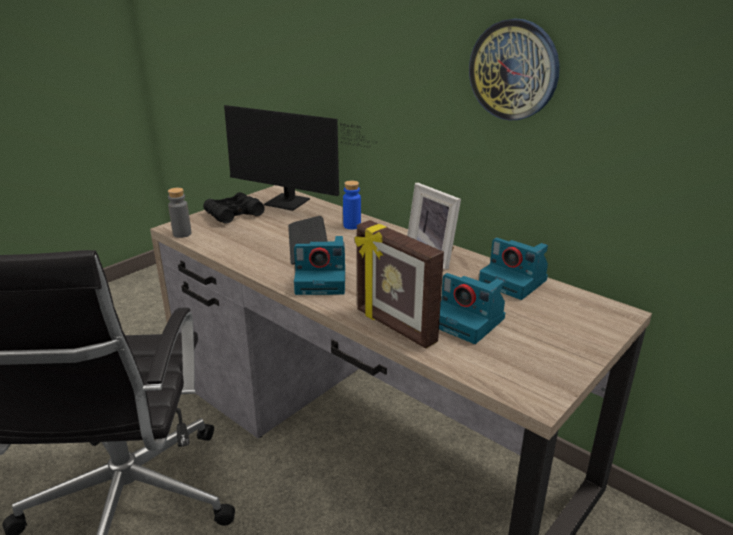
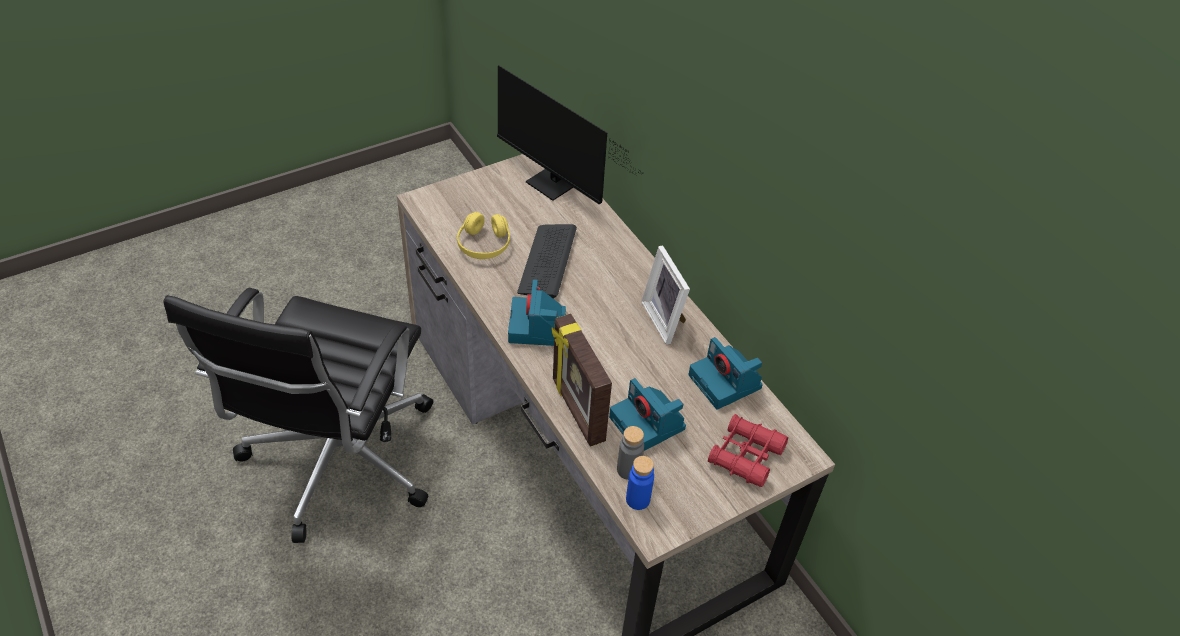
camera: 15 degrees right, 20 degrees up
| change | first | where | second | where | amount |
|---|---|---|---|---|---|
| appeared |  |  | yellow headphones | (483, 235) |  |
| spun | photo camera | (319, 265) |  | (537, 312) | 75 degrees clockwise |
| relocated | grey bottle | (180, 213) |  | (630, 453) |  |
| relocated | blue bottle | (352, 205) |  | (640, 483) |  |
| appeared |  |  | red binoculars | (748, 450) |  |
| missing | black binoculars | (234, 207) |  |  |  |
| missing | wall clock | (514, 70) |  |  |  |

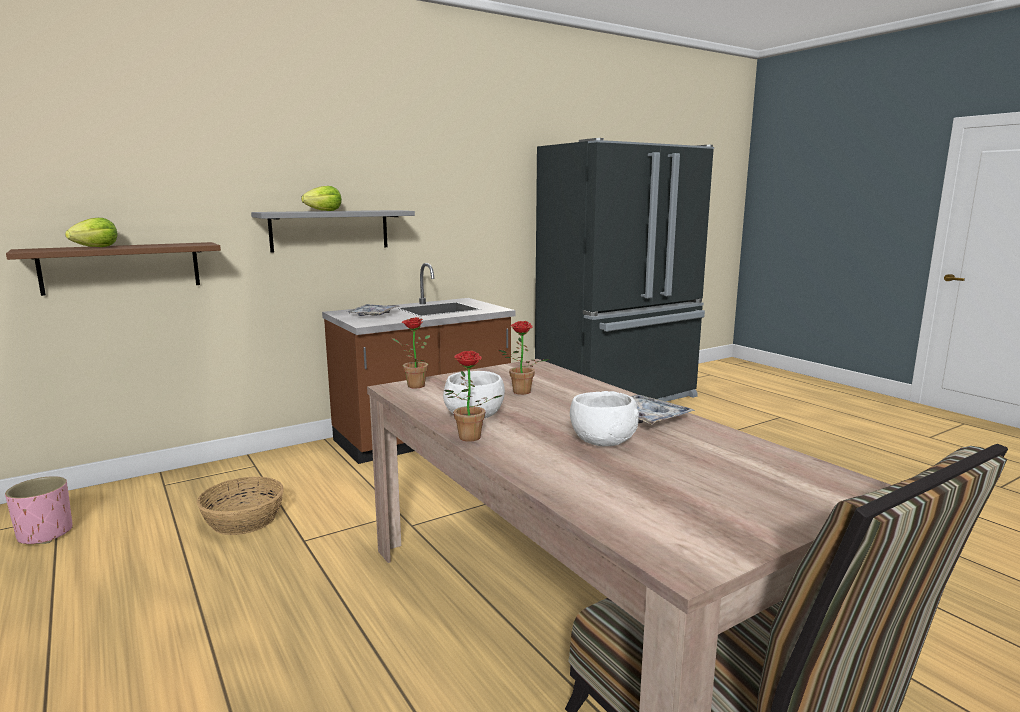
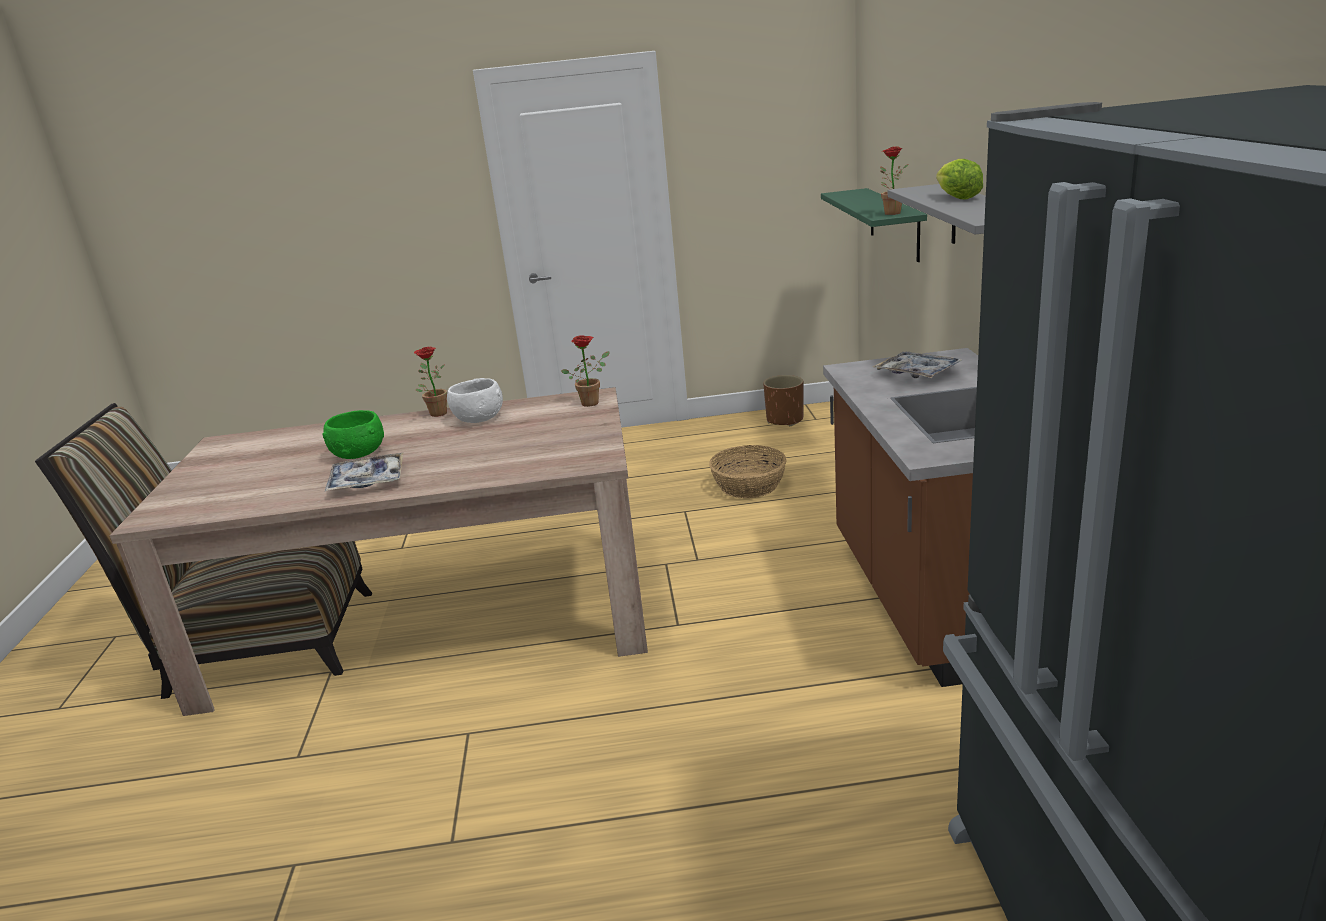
camera: 120 degrees right, 10 degrees up
| change | first | where | second | where | amount |
|---|---|---|---|---|---|
| colour | white bowl | (604, 418) | green bowl | (353, 434) |  |
| colour | pink planter | (38, 510) | brown planter | (783, 400) |  |
| colour | brown shelf | (113, 269) | green shelf | (874, 225) |  |
| relocated | potted plant | (524, 358) |  | (894, 181) |  |
| missing | lettuce | (91, 232) |  |  |  |

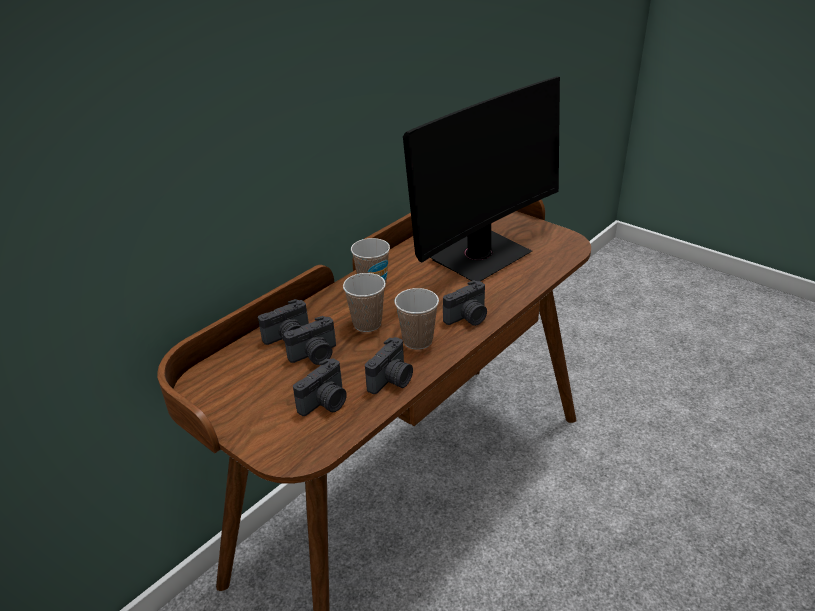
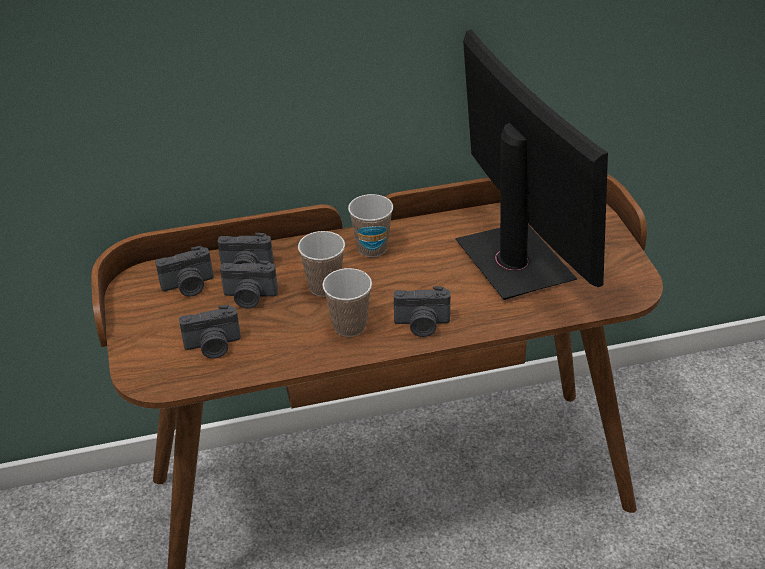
camera: 35 degrees right, 5 degrees up
| change | first | where | second | where | amount |
|---|---|---|---|---|---|
| relocated | photo camera | (389, 365) |  | (184, 271) |  |
| spun | monitor | (481, 178) |  | (531, 164) | 105 degrees counterclockwise |

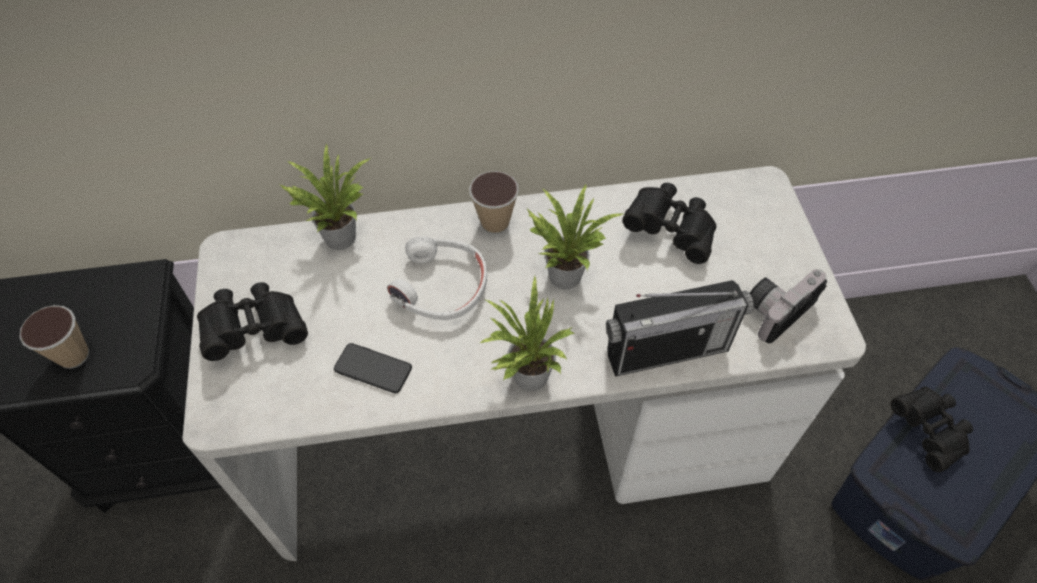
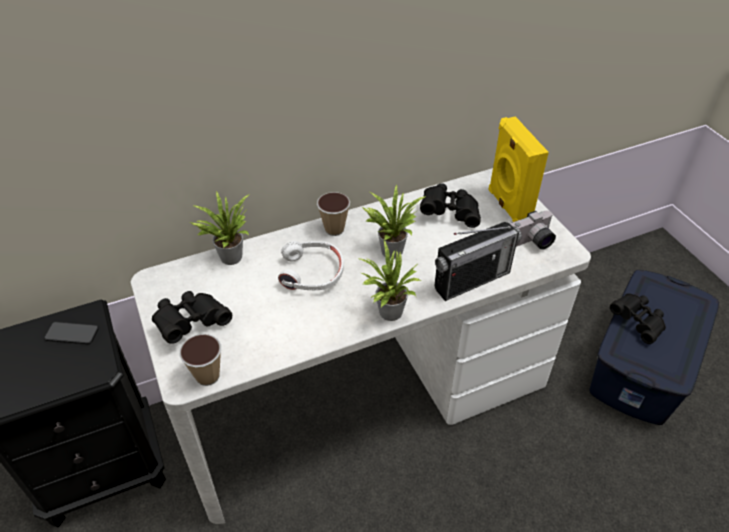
camera: 15 degrees left, 10 degrees down
| change | first | where | second | where | amount |
|---|---|---|---|---|---|
| relocated | phone | (373, 368) |  | (71, 333) |  |
| relocated | cup | (54, 337) |  | (200, 360) |  |
| appeared |  |  | yellow speaker | (518, 169) |  |
| spun | photo camera | (788, 306) |  | (533, 230) | 150 degrees counterclockwise |

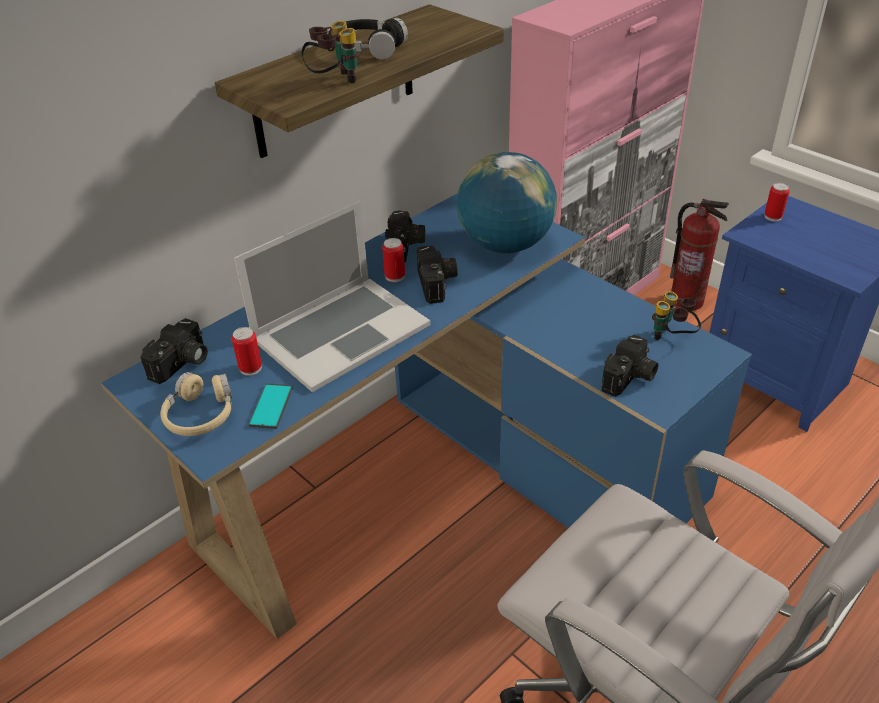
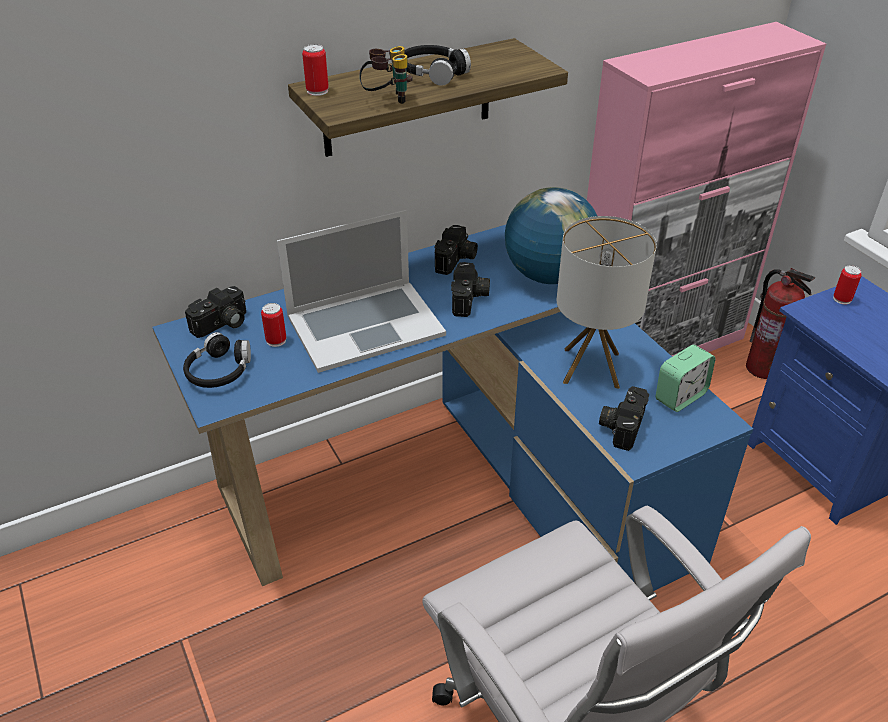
camera: 15 degrees right, 0 degrees up
| change | first | where | second | where | amount |
|---|---|---|---|---|---|
| colour | beige headphones | (196, 404) | black headphones | (217, 360) |  |
| relocated | can | (393, 260) |  | (315, 70) |  |
| appeared |  |  | table lamp | (606, 302) |  |
| spun | photo camera | (630, 366) |  | (624, 418) | 150 degrees clockwise |
| exchanged | binoculars | (676, 315) | alarm clock | (686, 378) |  |
| missing | phone | (270, 406) |  |  |  |

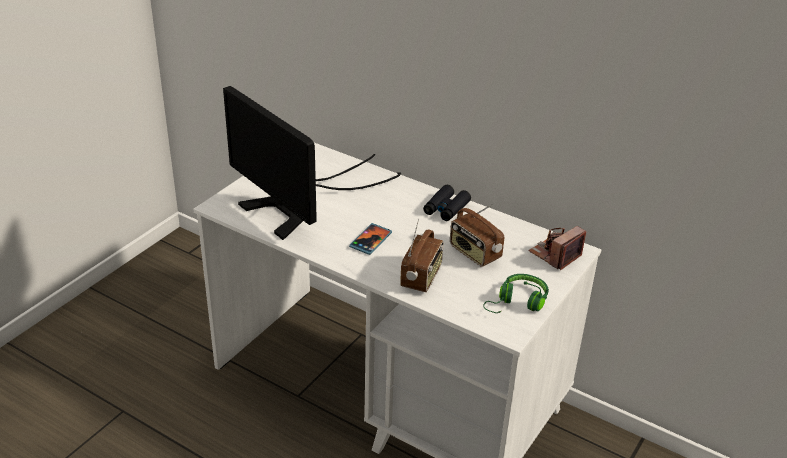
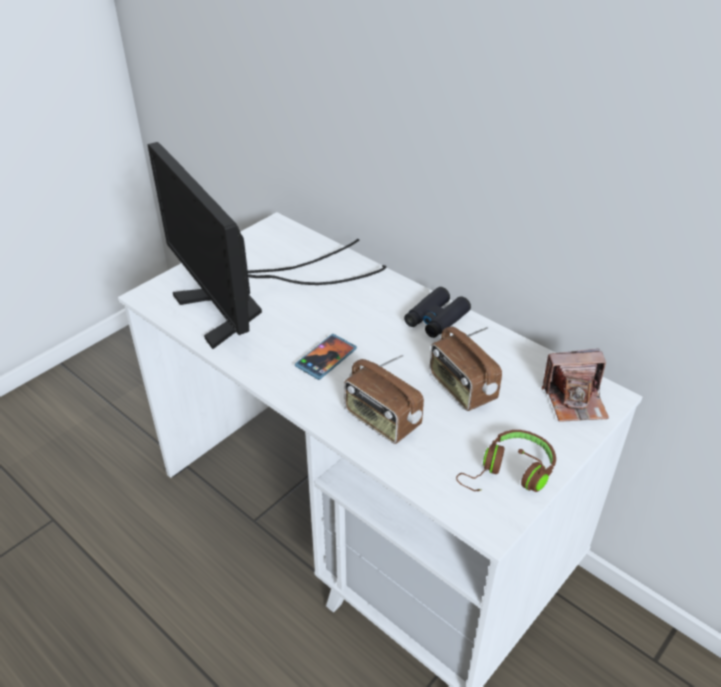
camera: 10 degrees right, 5 degrees up
| change | first | where | second | where | amount |
|---|---|---|---|---|---|
| spun | radio | (422, 255) |  | (384, 399) | 105 degrees clockwise |
| colour | green headphones | (516, 293) | brown headphones | (506, 461) |  |
| spun | photo camera | (557, 248) |  | (575, 385) | 150 degrees counterclockwise |

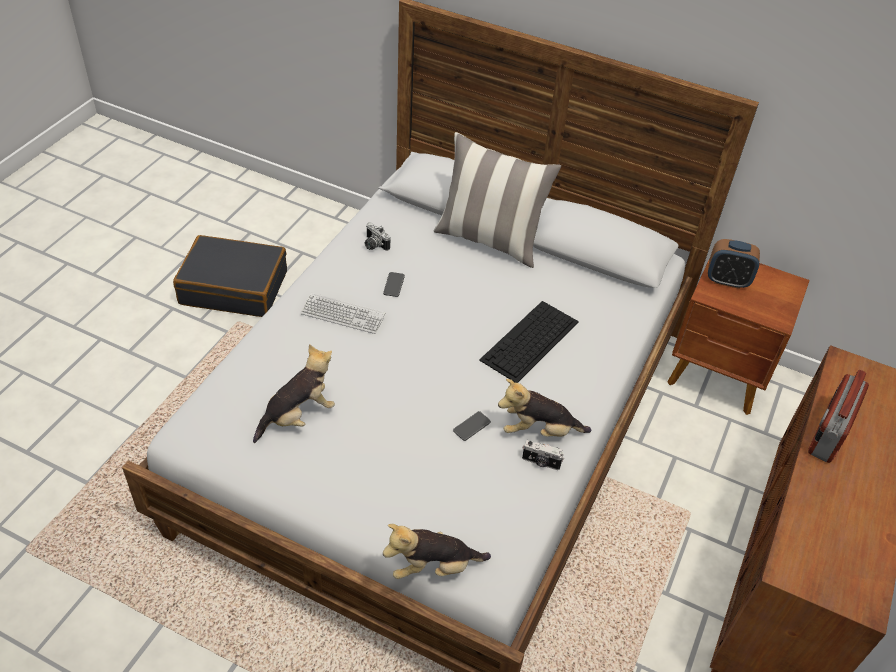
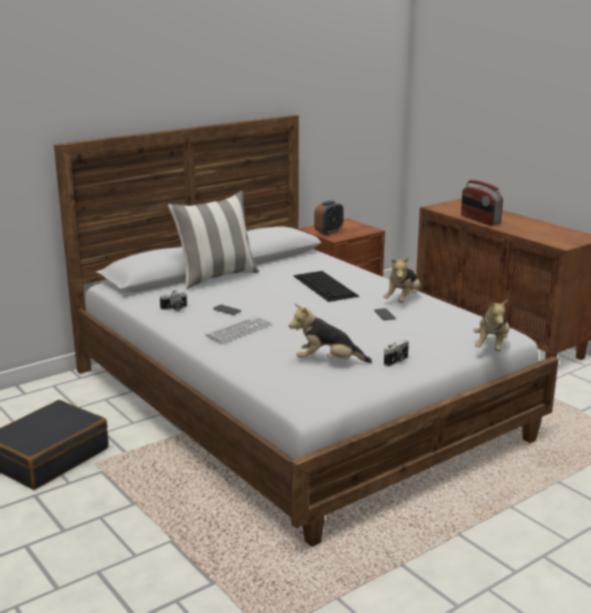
camera: 60 degrees left, 25 degrees down
| change | first | where | second | where | amount |
|---|---|---|---|---|---|
| spun | plush toy | (294, 393) |  | (330, 333) | 75 degrees counterclockwise |
| relocated | photo camera | (543, 455) |  | (396, 353) |  |

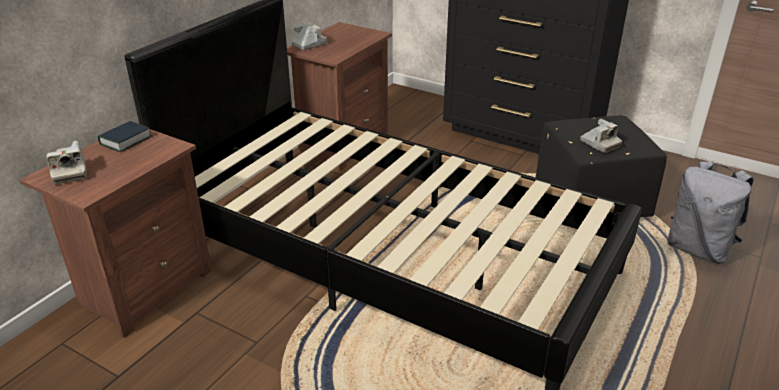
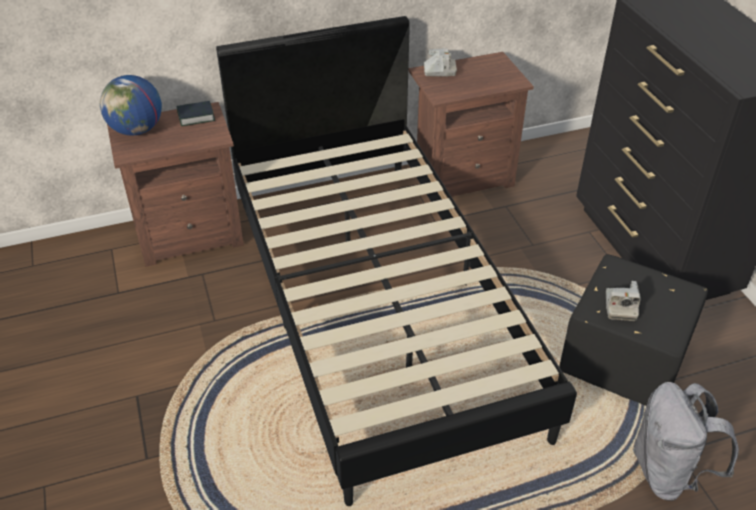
camera: 40 degrees right, 10 degrees up
| change | first | where | second | where | amount |
|---|---|---|---|---|---|
| exchanged | photo camera | (66, 163) | globe | (131, 105) |  |

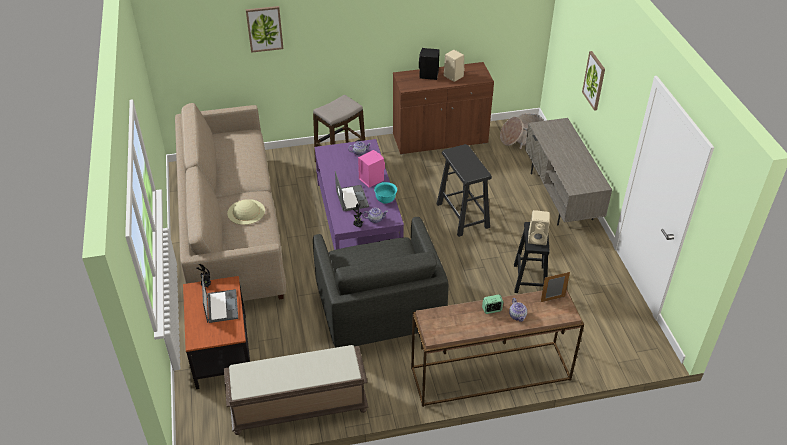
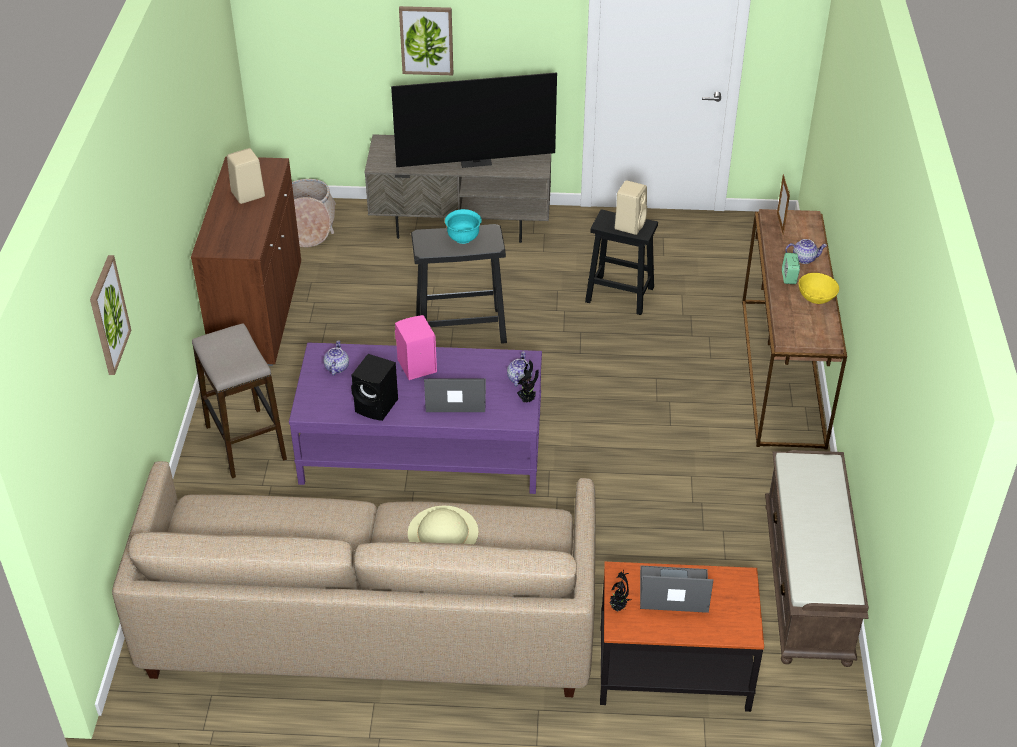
camera: 75 degrees left, 0 degrees up
| change | first | where | second | where | amount |
|---|---|---|---|---|---|
| relocated | black speaker | (429, 64) |  | (374, 387) |  |
| appeared |  |  | television | (474, 120) |  |
| relocated | turquoise bowl | (385, 193) |  | (463, 226) |  |
| appeared |  |  | yellow bowl | (819, 288) |  |
| missing | grey armchair | (380, 282) |  |  |  |

